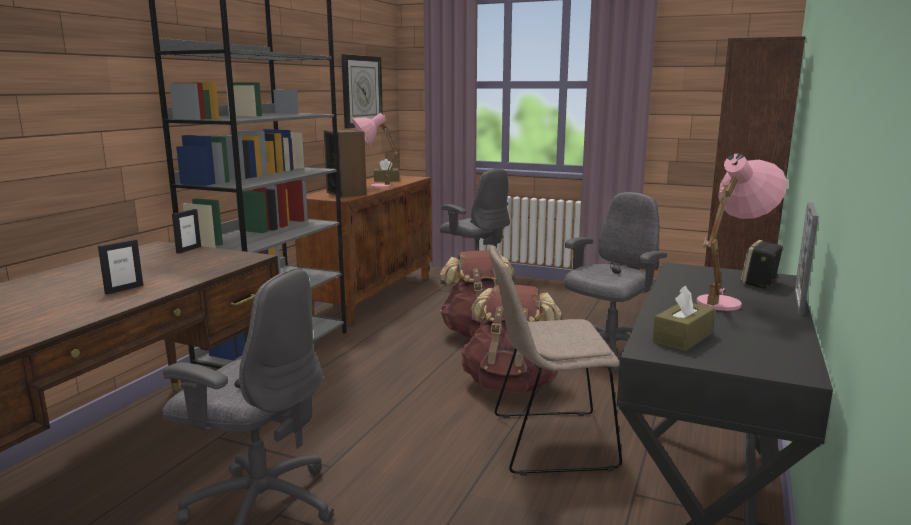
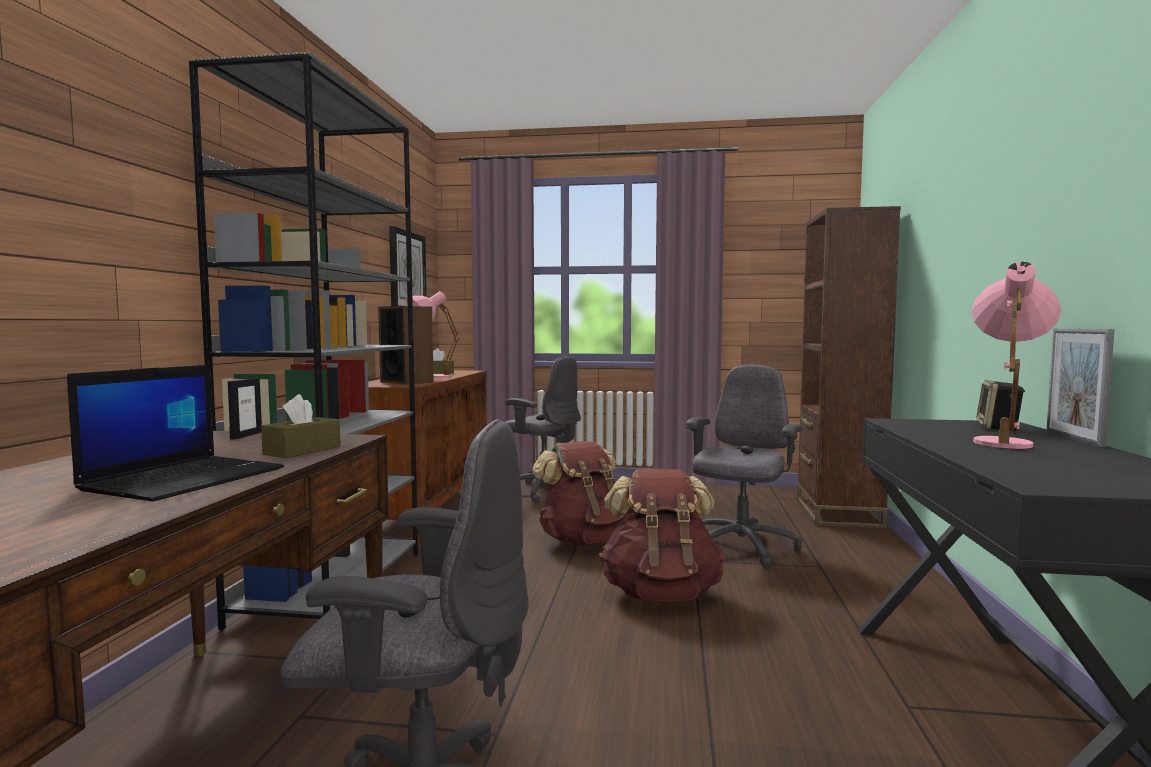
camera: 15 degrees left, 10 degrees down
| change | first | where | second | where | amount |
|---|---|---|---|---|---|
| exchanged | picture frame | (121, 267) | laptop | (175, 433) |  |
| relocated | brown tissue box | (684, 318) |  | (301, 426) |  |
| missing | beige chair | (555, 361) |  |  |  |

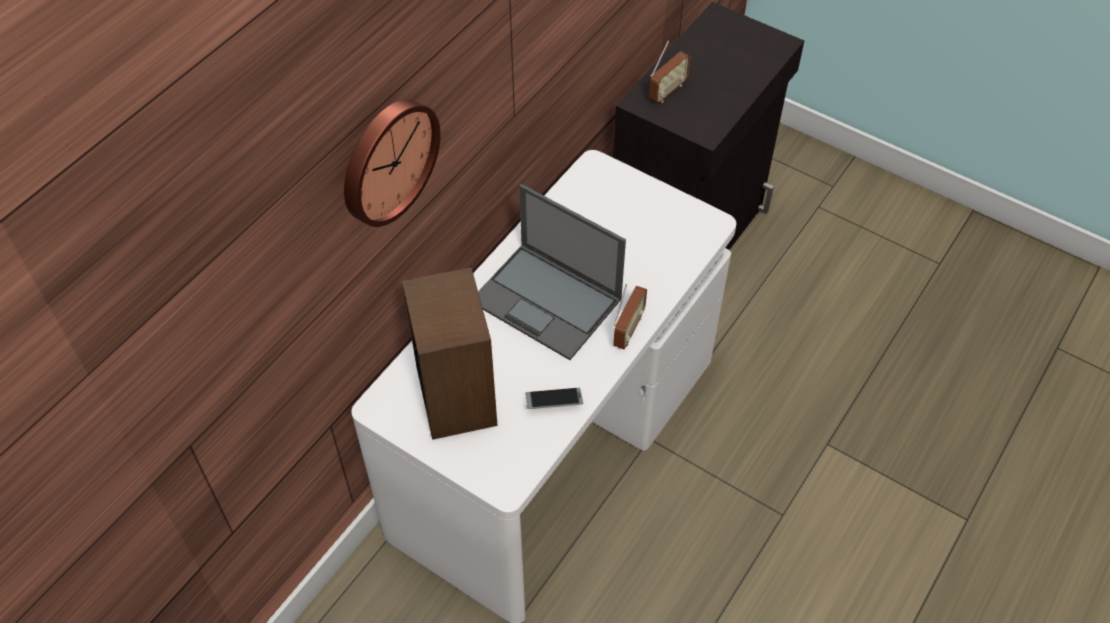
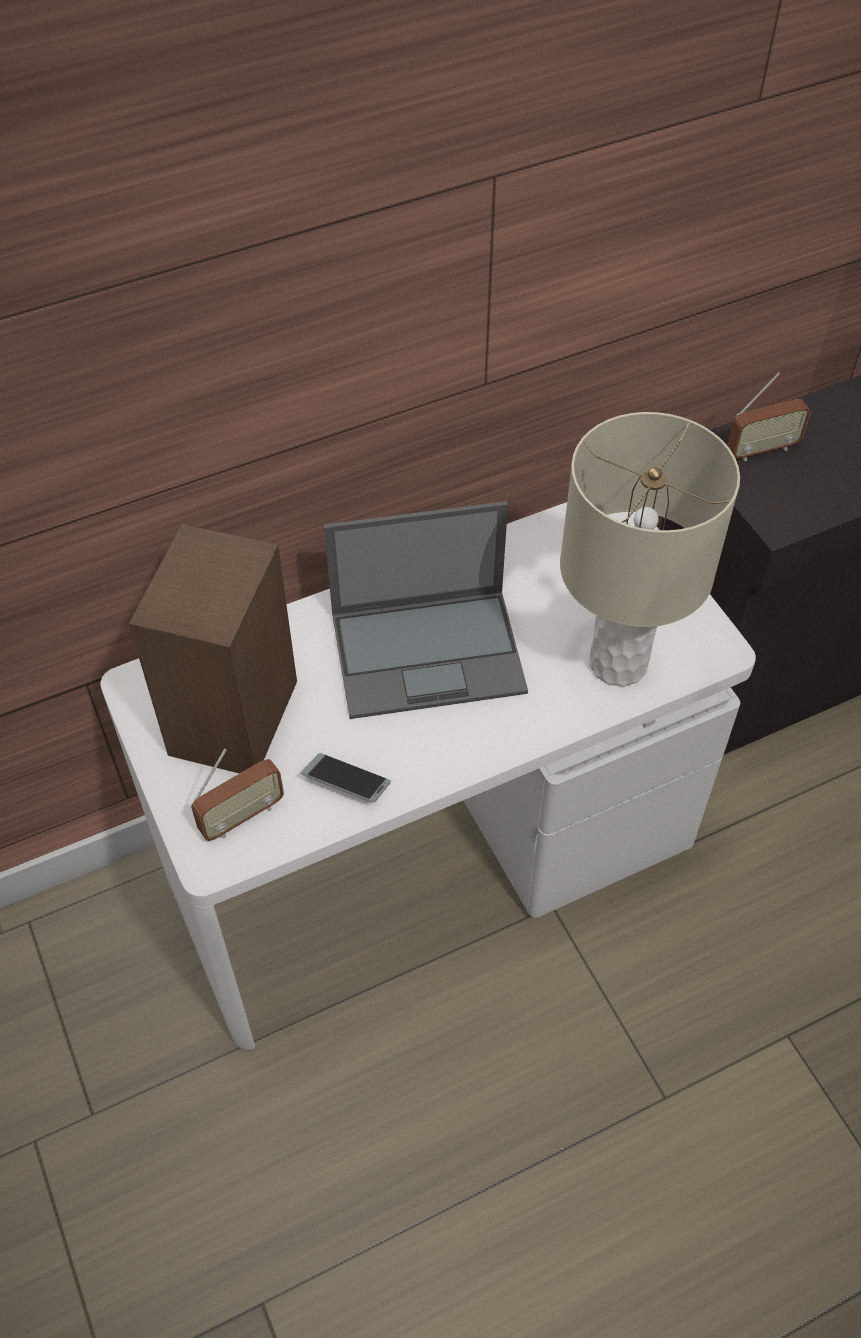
camera: 30 degrees right, 0 degrees up
| change | first | where | second | where | amount |
|---|---|---|---|---|---|
| relocated | radio | (630, 316) |  | (237, 795) |  |
| spun | laptop | (552, 272) |  | (426, 610) | 75 degrees counterclockwise |
| appeared |  |  | beige table lamp | (650, 549) |  |
| missing | wall clock | (392, 163) |  |  |  |

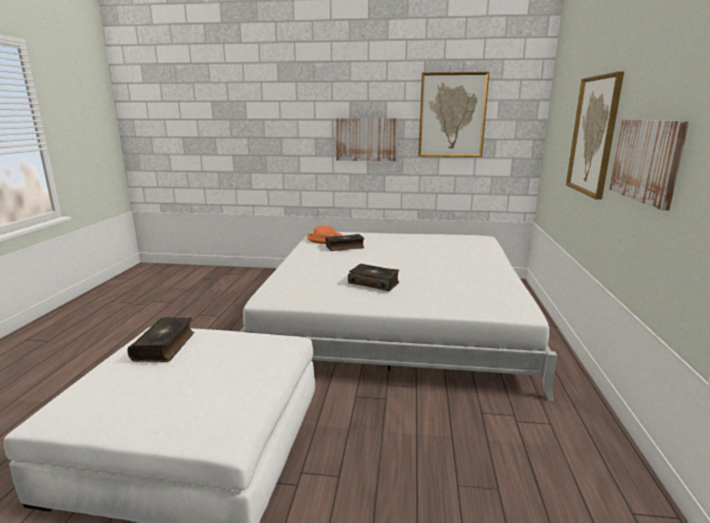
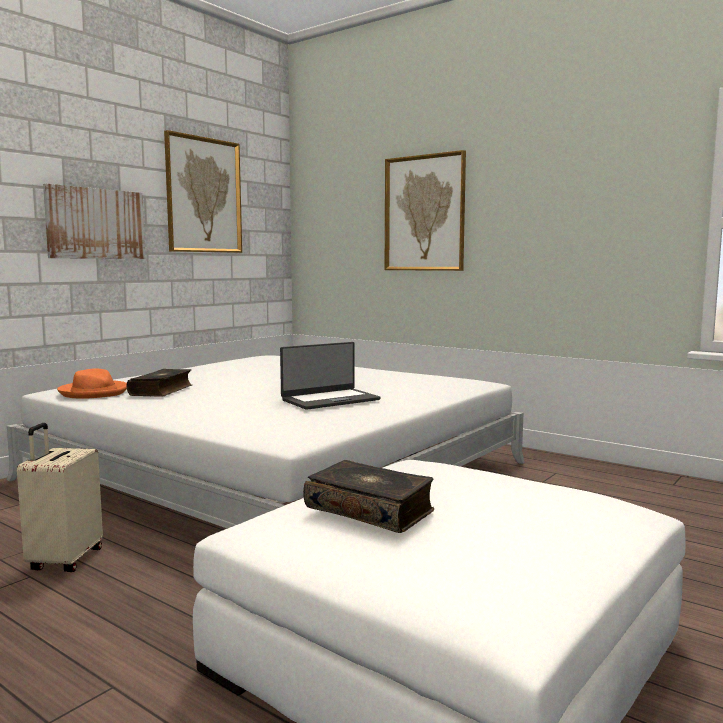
camera: 60 degrees left, 10 degrees down
| change | first | where | second | where | amount |
|---|---|---|---|---|---|
| appeared |  |  | beige suitcase | (60, 497) |  |
| exchanged | book | (373, 277) | laptop | (330, 376) |  |
| missing | picture | (649, 165) |  |  |  |

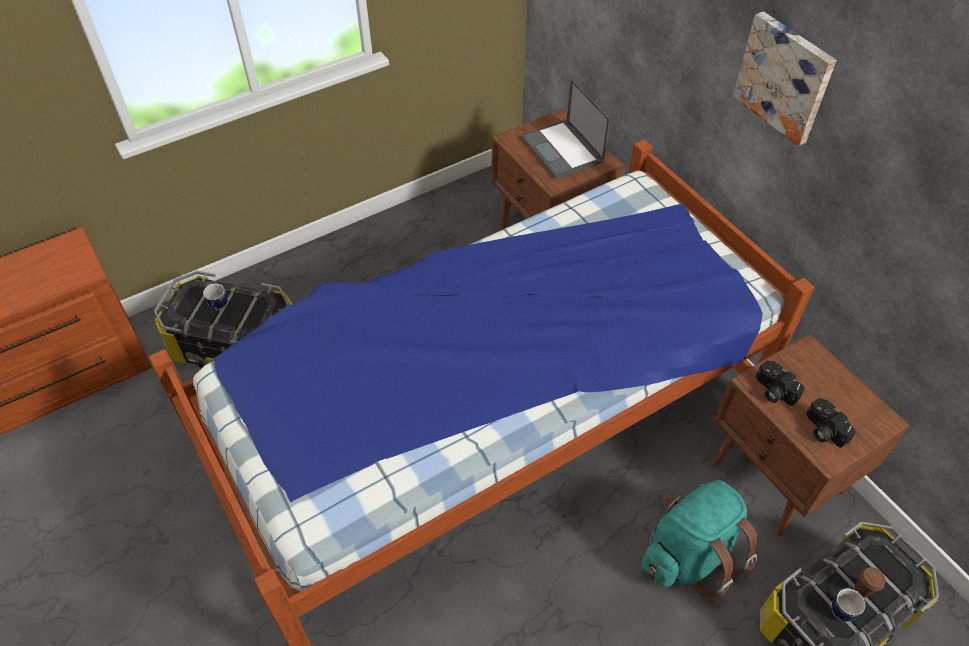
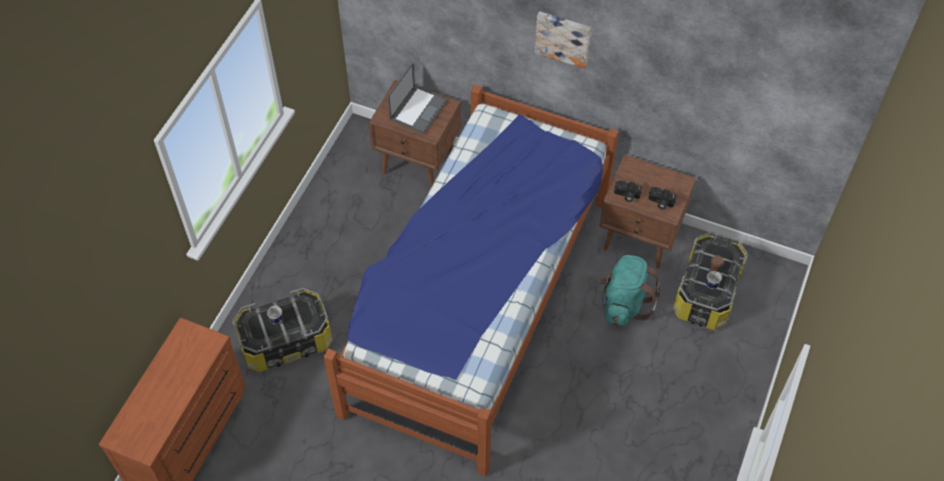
camera: 35 degrees left, 5 degrees up
| change | first | where | second | where | amount |
|---|---|---|---|---|---|
| spun | laptop | (565, 129) |  | (417, 98) | 90 degrees counterclockwise |

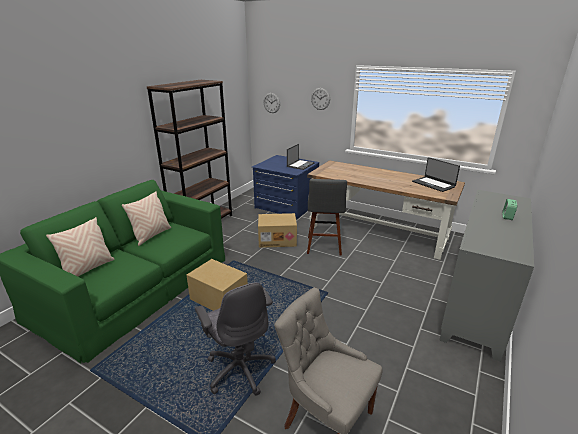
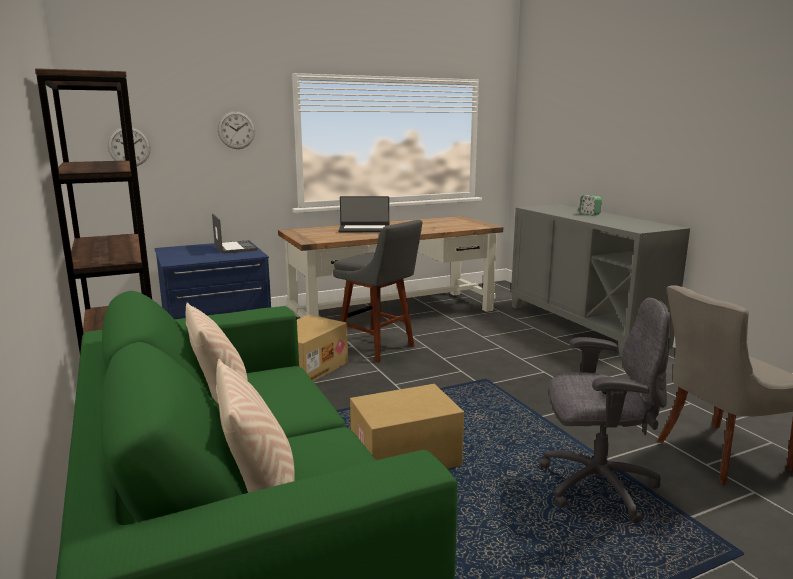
camera: 55 degrees left, 10 degrees down
| change | first | where | second | where | amount |
|---|---|---|---|---|---|
| relocated | laptop | (436, 174) |  | (363, 214) |  |

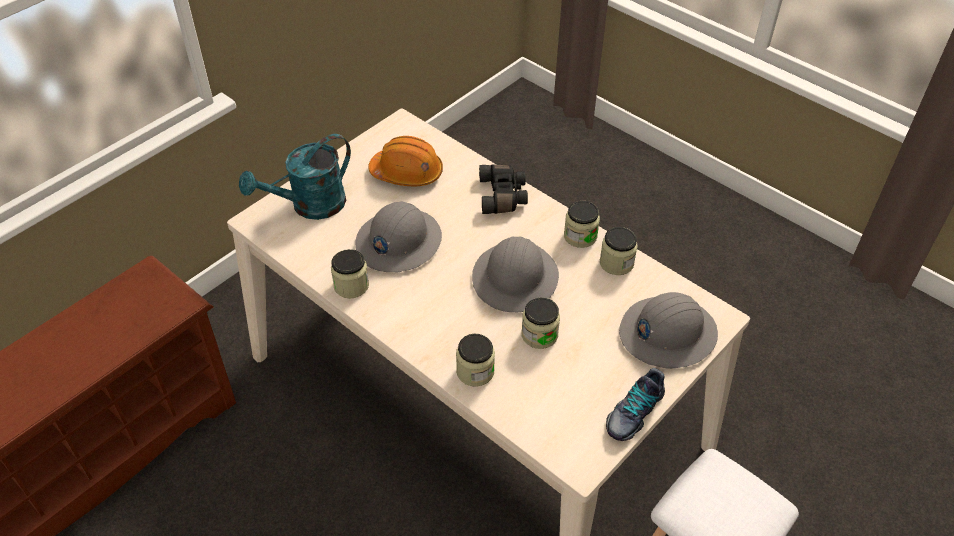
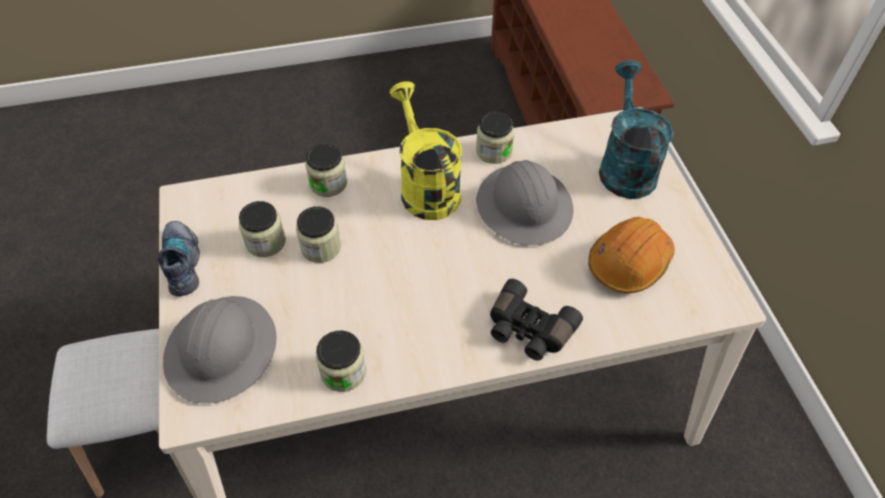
camera: 125 degrees right, 5 degrees up
| change | first | where | second | where | amount |
|---|---|---|---|---|---|
| relocated | jar | (582, 224) |  | (262, 229) |  |
| appeared |  |  | yellow watering can | (425, 150) |  |
| missing | grey hard hat | (515, 274) |  |  |  |

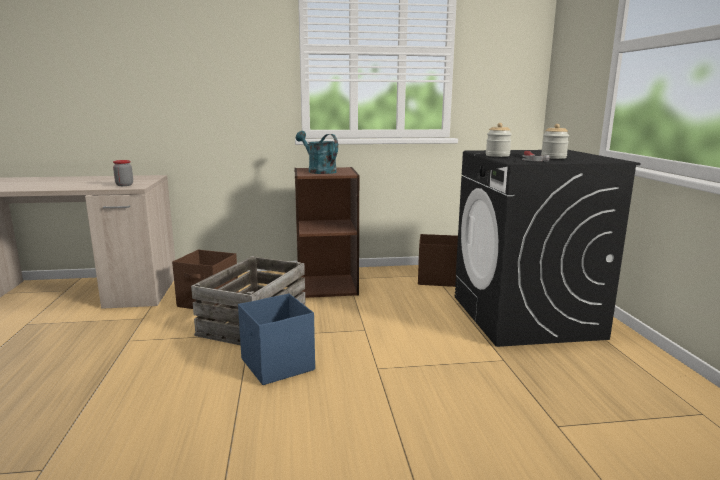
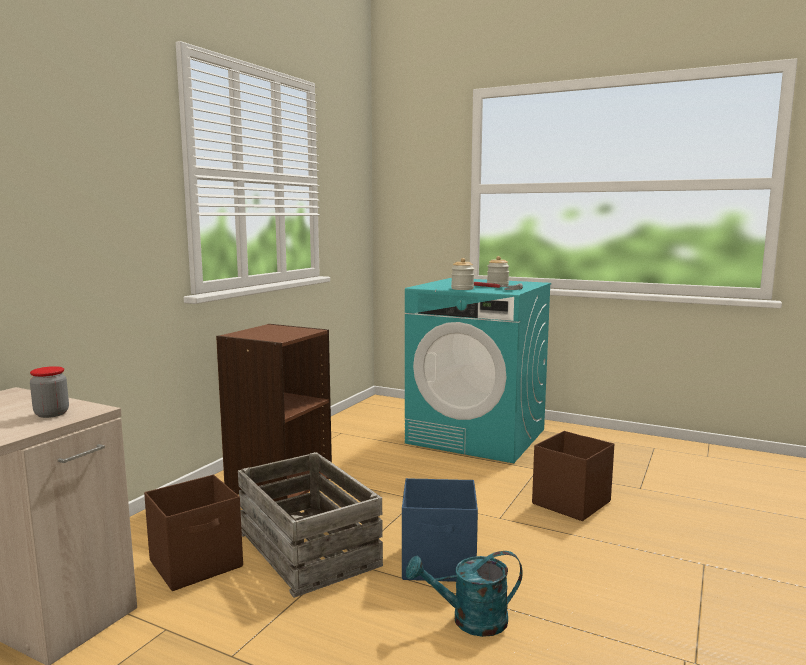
camera: 55 degrees left, 5 degrees down
| change | first | where | second | where | amount |
|---|---|---|---|---|---|
| colour | black washing machine | (548, 248) | turquoise washing machine | (478, 370) |  |
| relocated | turquoise watering can | (317, 152) |  | (464, 594) |  |
| relocated | brown storage box | (438, 260) |  | (573, 476) |  |

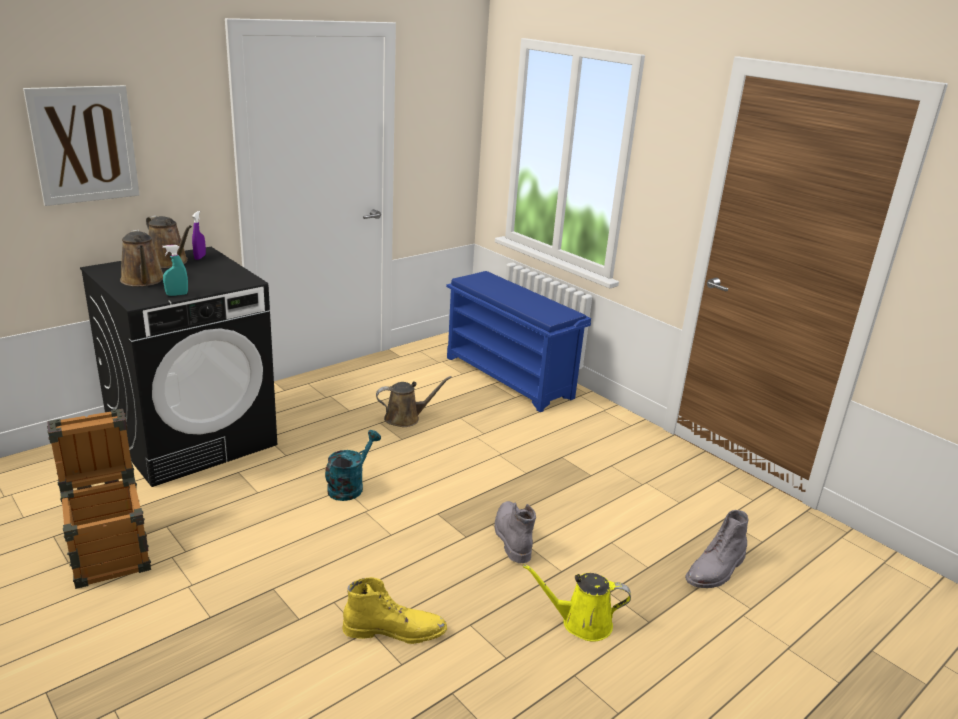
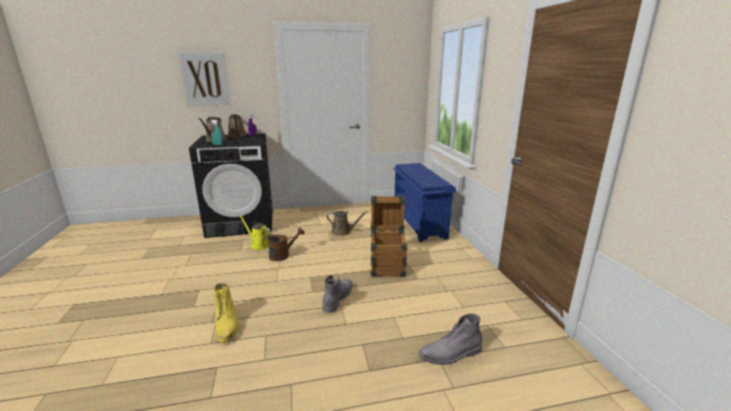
camera: 30 degrees right, 5 degrees down
| change | first | where | second | where | amount |
|---|---|---|---|---|---|
| spun | yellow boot | (394, 610) |  | (226, 313) | 45 degrees clockwise |
| relocated | yellow watering can | (577, 603) |  | (255, 232) |  |
| colour | turquoise watering can | (353, 465) | brown watering can | (283, 244) |  |
| relocated | crate | (99, 499) |  | (389, 236) |  |

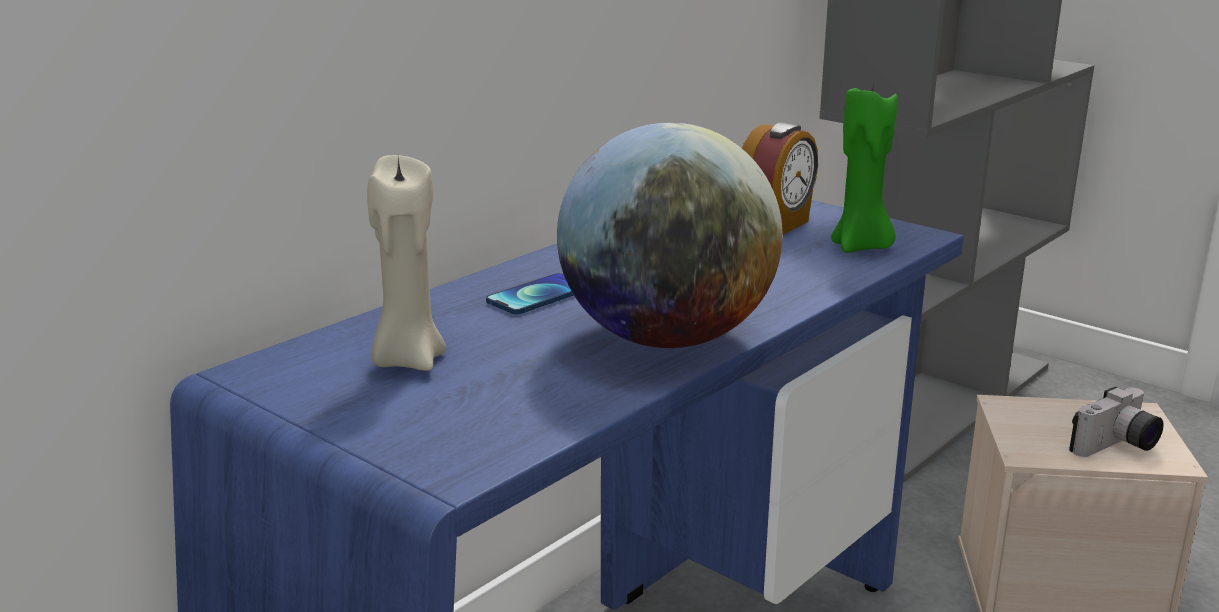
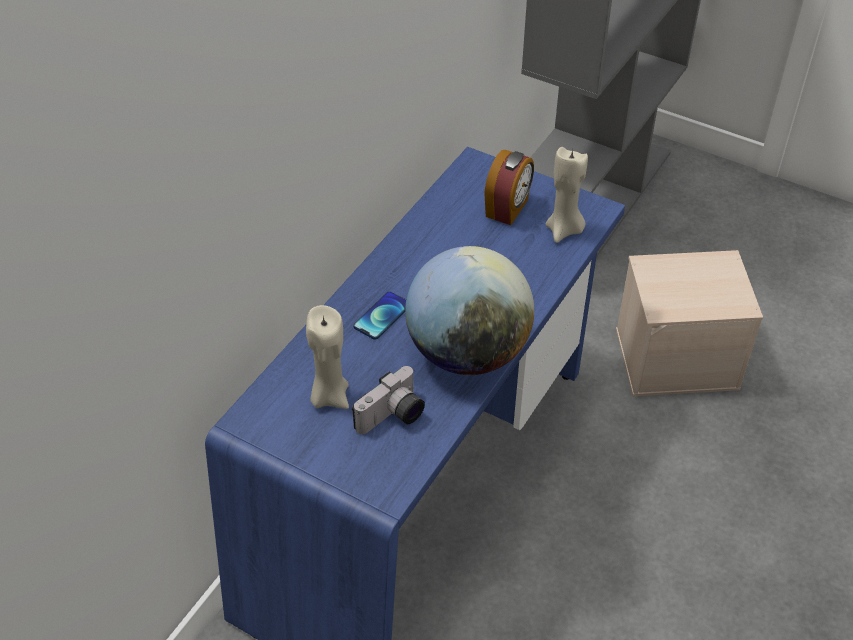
camera: 10 degrees left, 25 degrees up
| change | first | where | second | where | amount |
|---|---|---|---|---|---|
| relocated | photo camera | (1116, 422) |  | (388, 400) |  |
| colour | green candle | (864, 169) | beige candle | (567, 195) |  |

